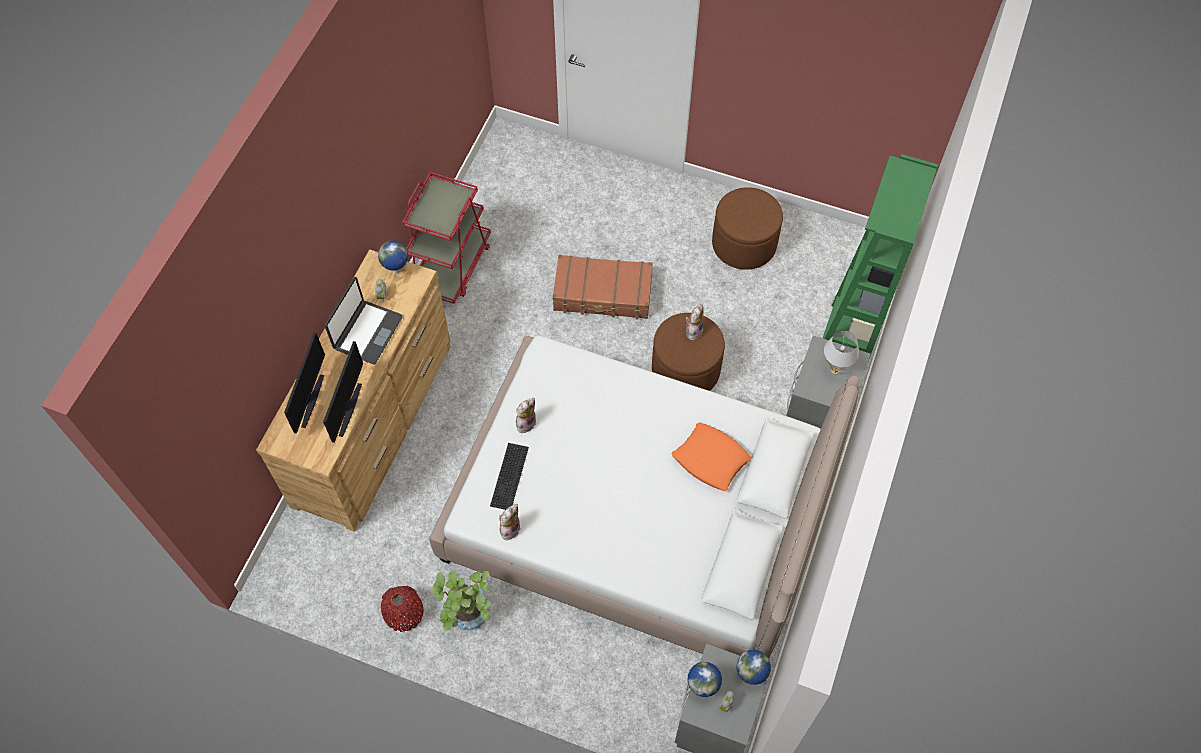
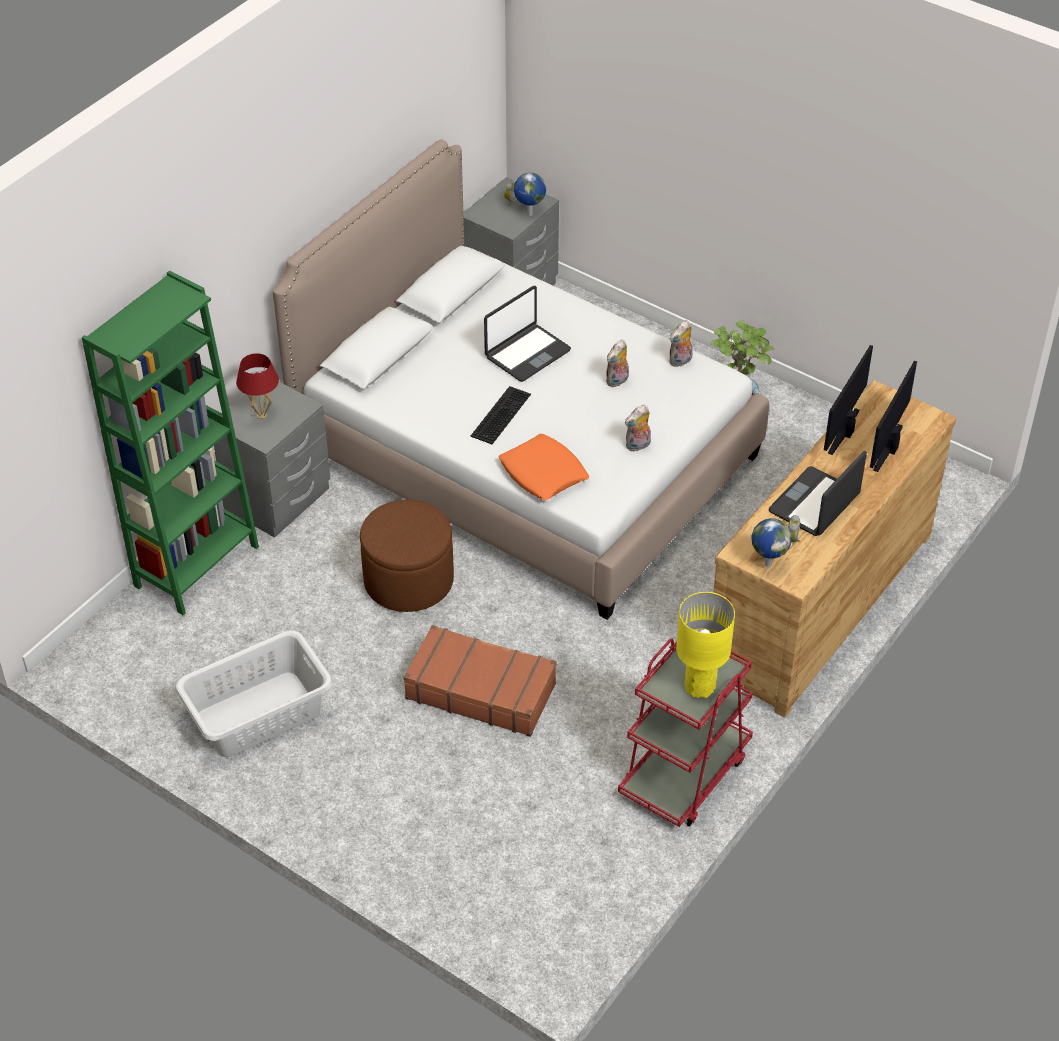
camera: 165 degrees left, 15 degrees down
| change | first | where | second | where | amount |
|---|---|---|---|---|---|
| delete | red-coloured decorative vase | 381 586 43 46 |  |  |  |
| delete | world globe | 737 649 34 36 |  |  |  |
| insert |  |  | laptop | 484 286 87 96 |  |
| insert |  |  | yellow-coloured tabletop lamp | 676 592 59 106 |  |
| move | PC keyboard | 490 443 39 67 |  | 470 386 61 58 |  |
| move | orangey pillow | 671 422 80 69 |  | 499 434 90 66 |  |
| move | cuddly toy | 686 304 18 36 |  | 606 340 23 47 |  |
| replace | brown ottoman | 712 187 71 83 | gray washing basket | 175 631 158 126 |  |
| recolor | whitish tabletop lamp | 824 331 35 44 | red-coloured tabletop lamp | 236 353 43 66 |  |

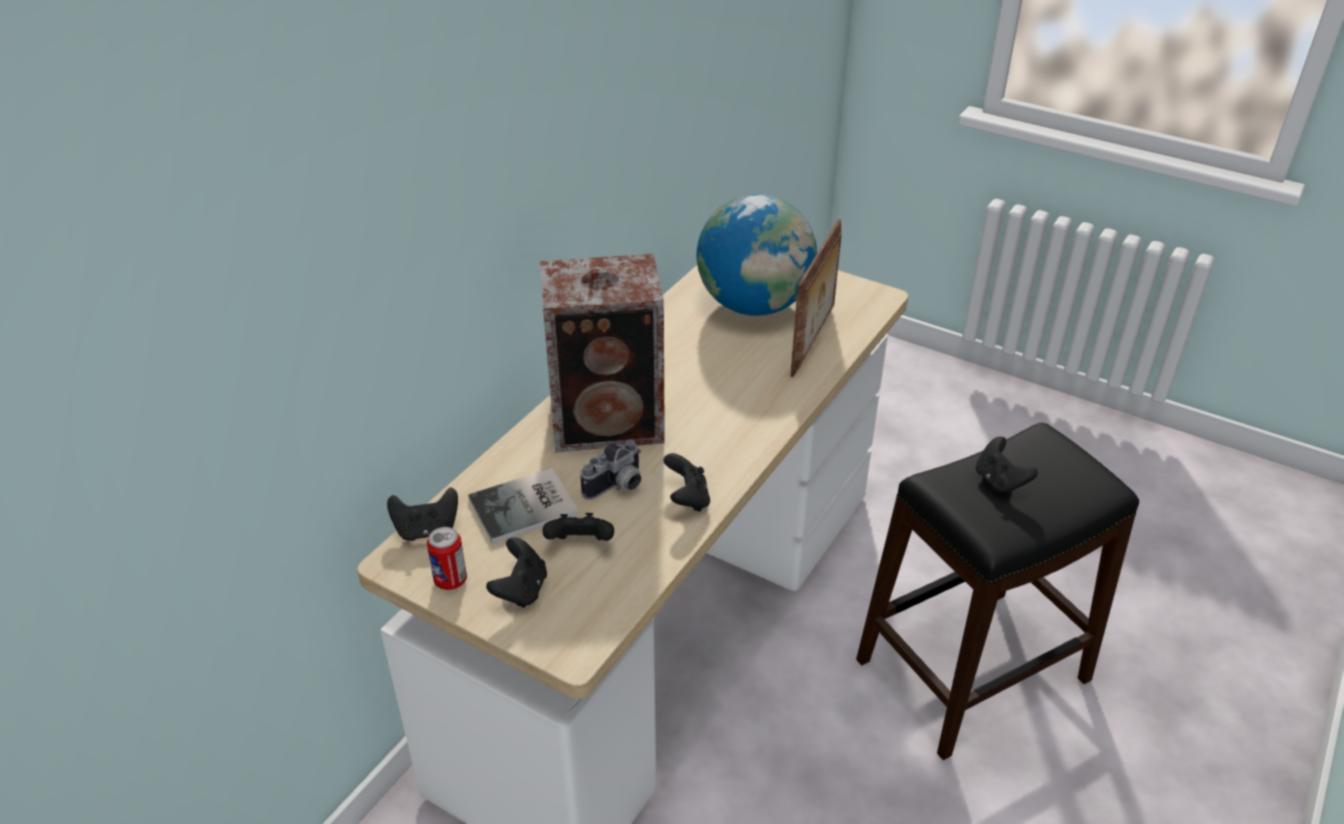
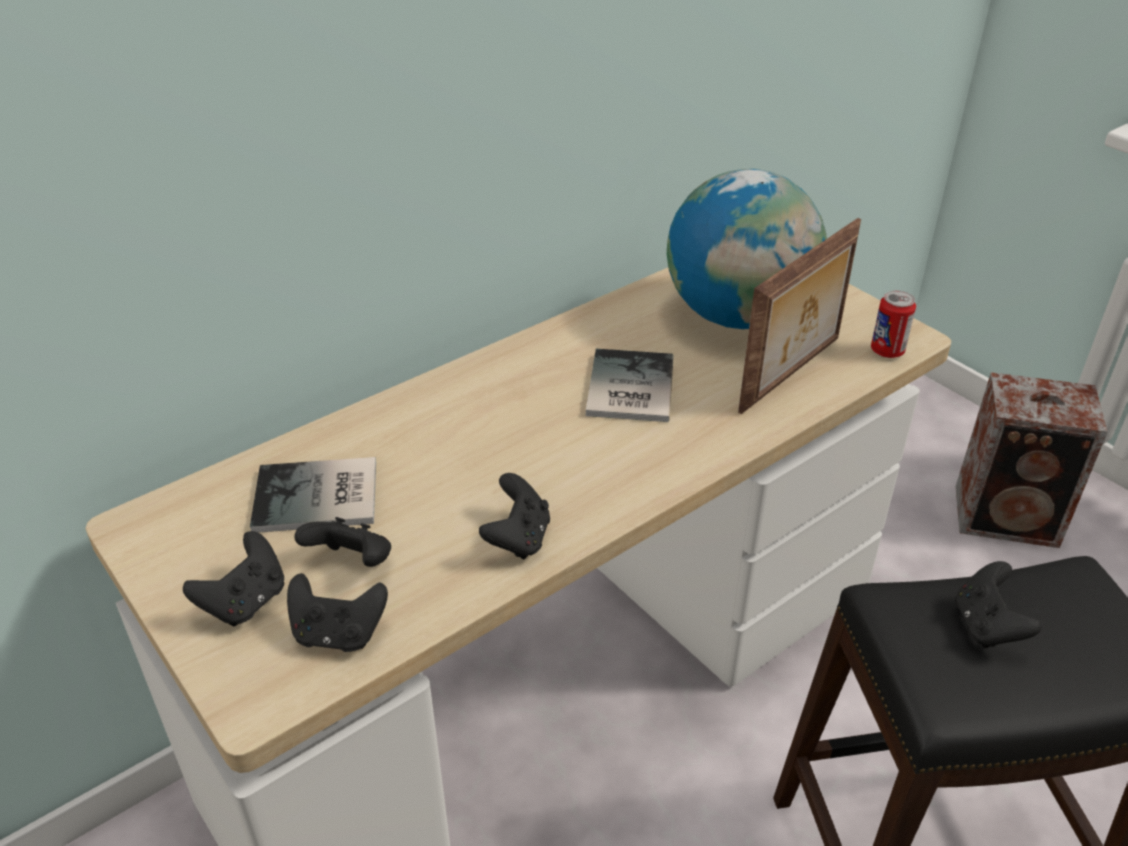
camera: 20 degrees right, 0 degrees up
| change | first | where | second | where | amount |
|---|---|---|---|---|---|
| delete | photo camera | 580 440 62 60 |  |  |  |
| insert |  |  | book | 586 349 88 73 |  |
| move | blackish game controller | 387 487 71 54 |  | 287 573 101 79 |  |
| move | can | 427 527 40 63 |  | 871 290 45 68 |  |
| move | audio speaker | 540 254 125 198 |  | 956 372 152 176 |  |

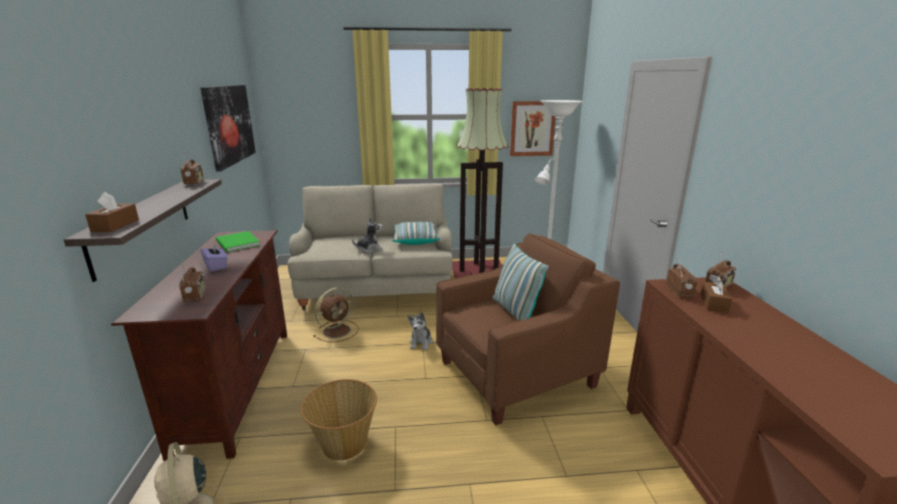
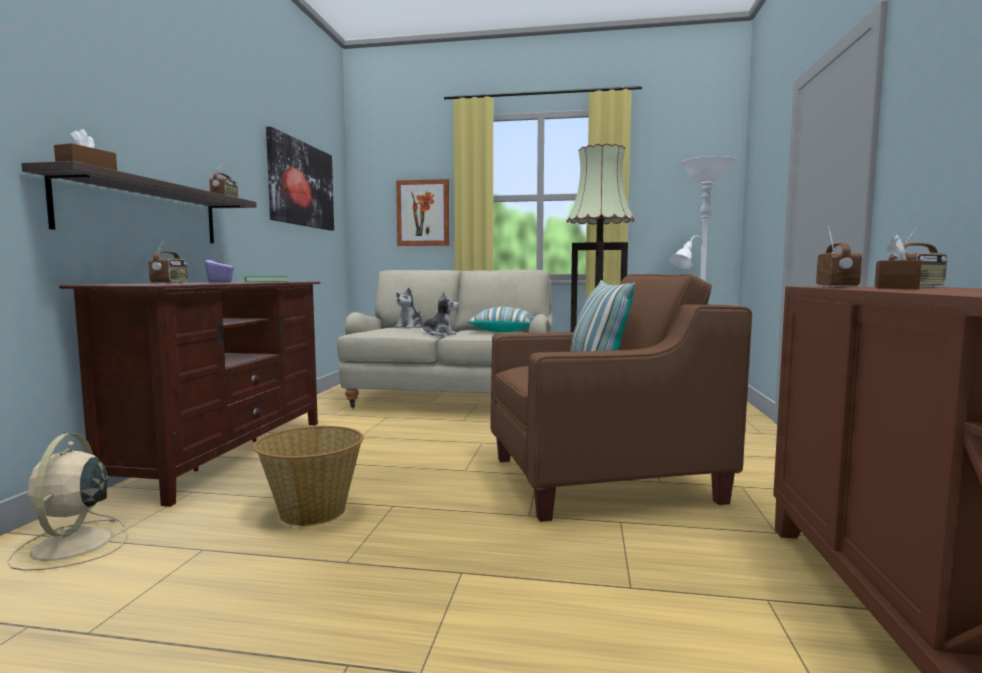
camera: 15 degrees right, 15 degrees down
| change | first | where | second | where | amount |
|---|---|---|---|---|---|
| delete | brown cooling fan | 314 287 45 55 |  |  |  |
| move | cuddly toy | 408 312 25 38 |  | 395 288 27 40 |  |
| move | wall picture | 510 101 45 55 |  | 396 179 53 67 |  |

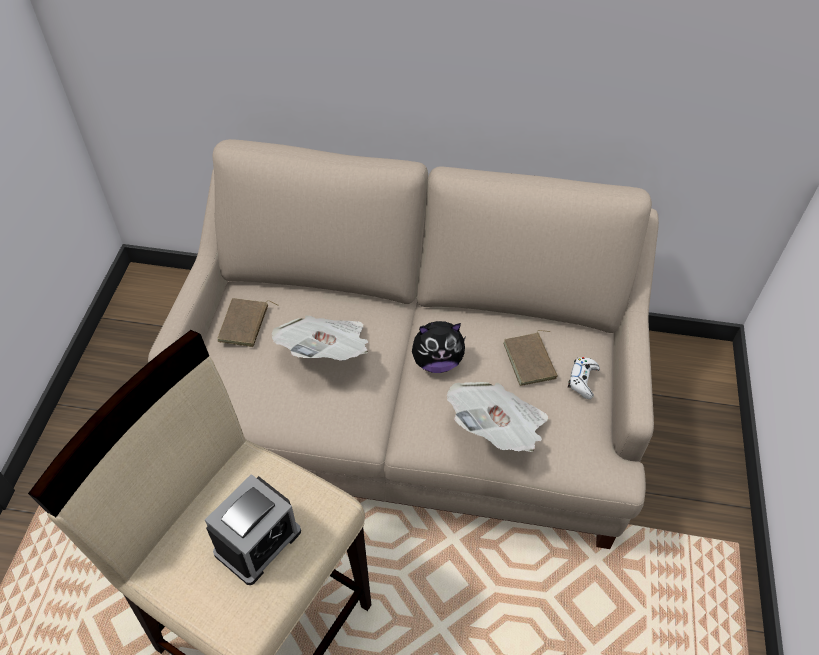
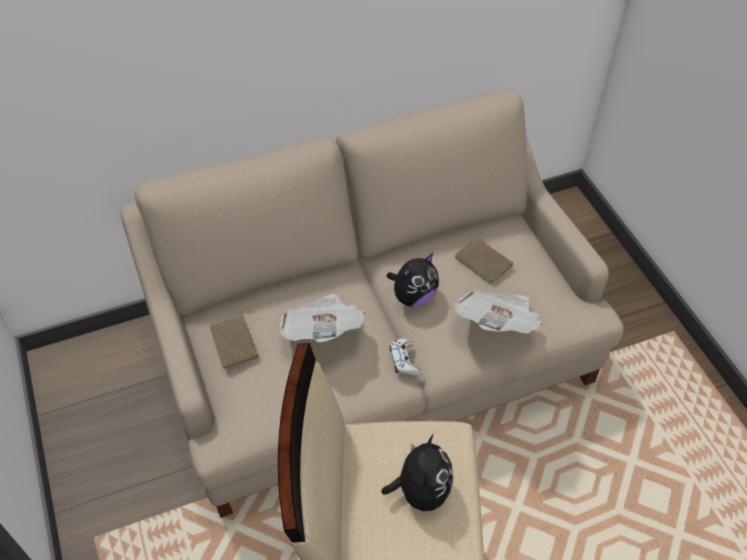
camera: 30 degrees left, 0 degrees up
| change | first | where | second | where | amount |
|---|---|---|---|---|---|
| move | whitish game controller | 568 357 32 42 |  | 390 339 30 36 |  |
| replace | alarm clock | 205 474 96 111 | cuddly toy | 381 434 73 77 |  |

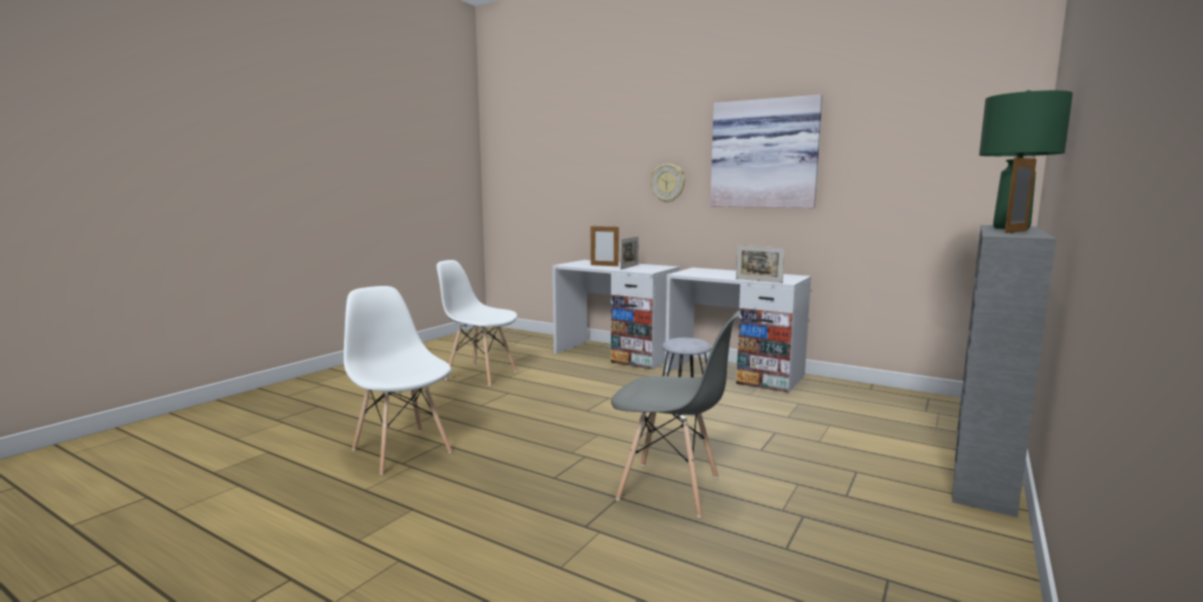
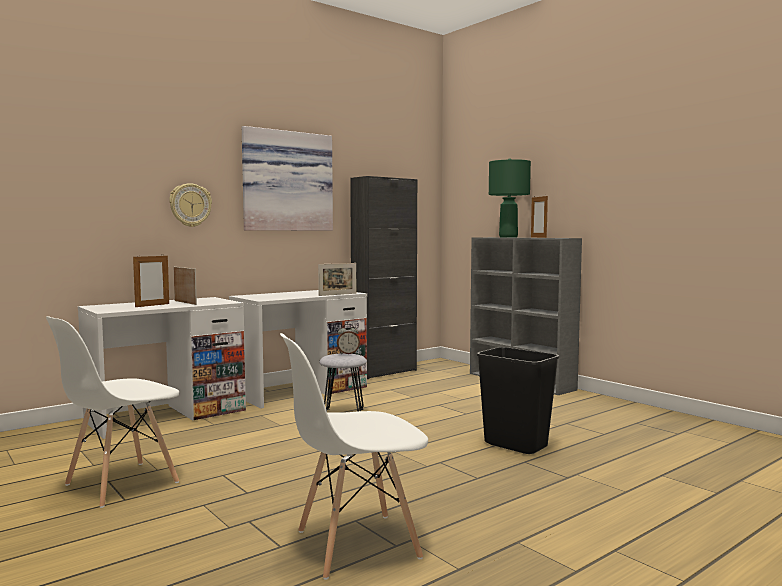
camera: 70 degrees left, 5 degrees down
| change | first | where | second | where | amount |
|---|---|---|---|---|---|
| insert |  |  | alarm clock | 337 324 23 30 |  |
| insert |  |  | blackish cabinet | 350 176 67 203 |  |
| replace | gray chair | 611 311 129 206 | blackish waste bin | 477 347 82 107 |  |

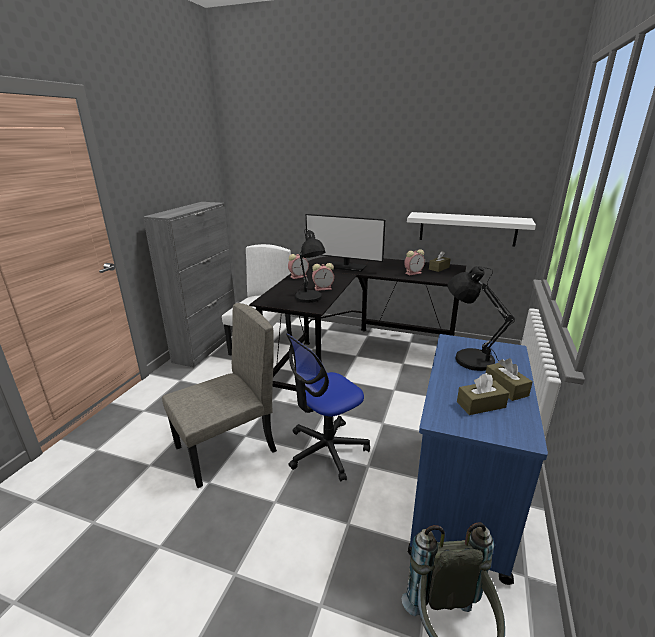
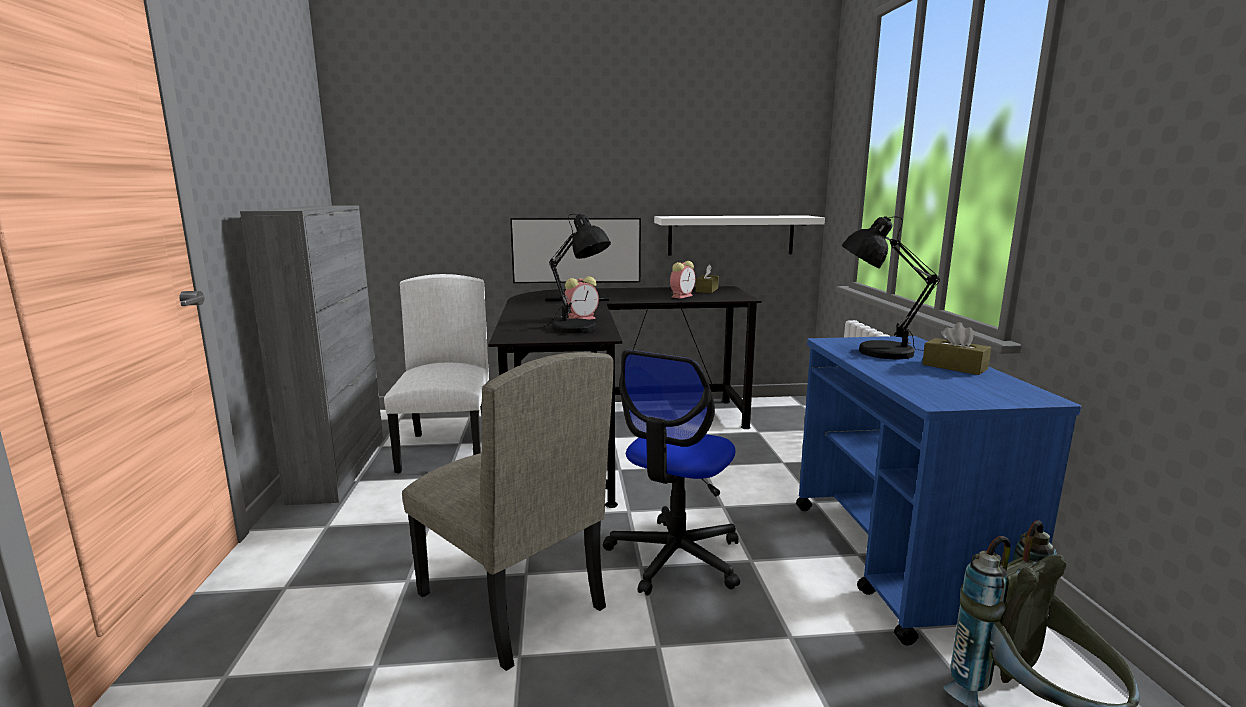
camera: 25 degrees left, 10 degrees down
| change | first | where | second | where | amount |
|---|---|---|---|---|---|
| delete | alarm clock | 288 254 21 25 |  |  |  |
| delete | brown tissue holder | 457 373 52 42 |  |  |  |
| rotate | sand-coloured chair | 162 303 115 185 |  | 402 352 212 319 | 105 degrees clockwise |

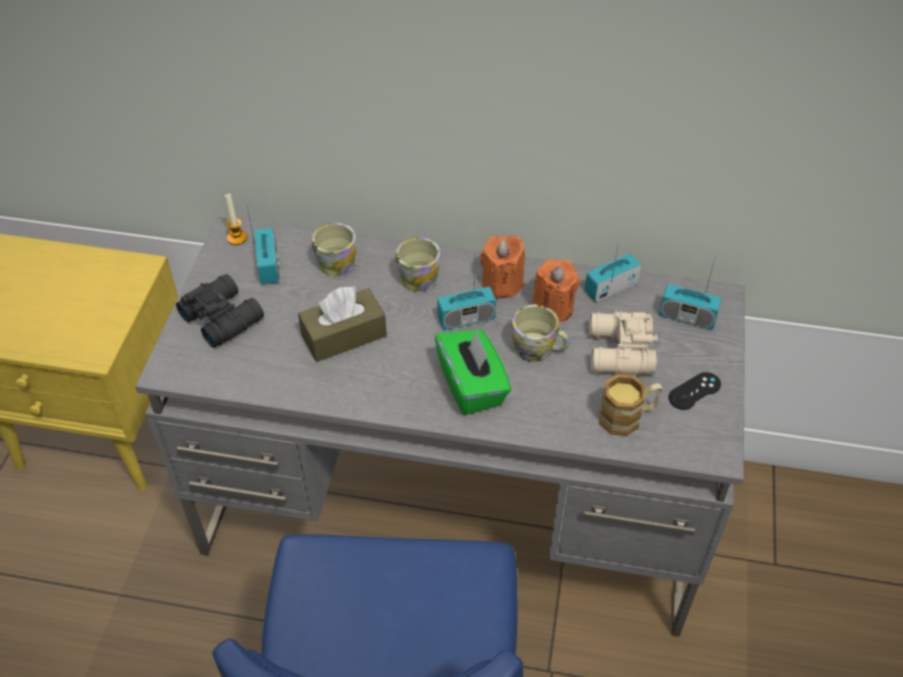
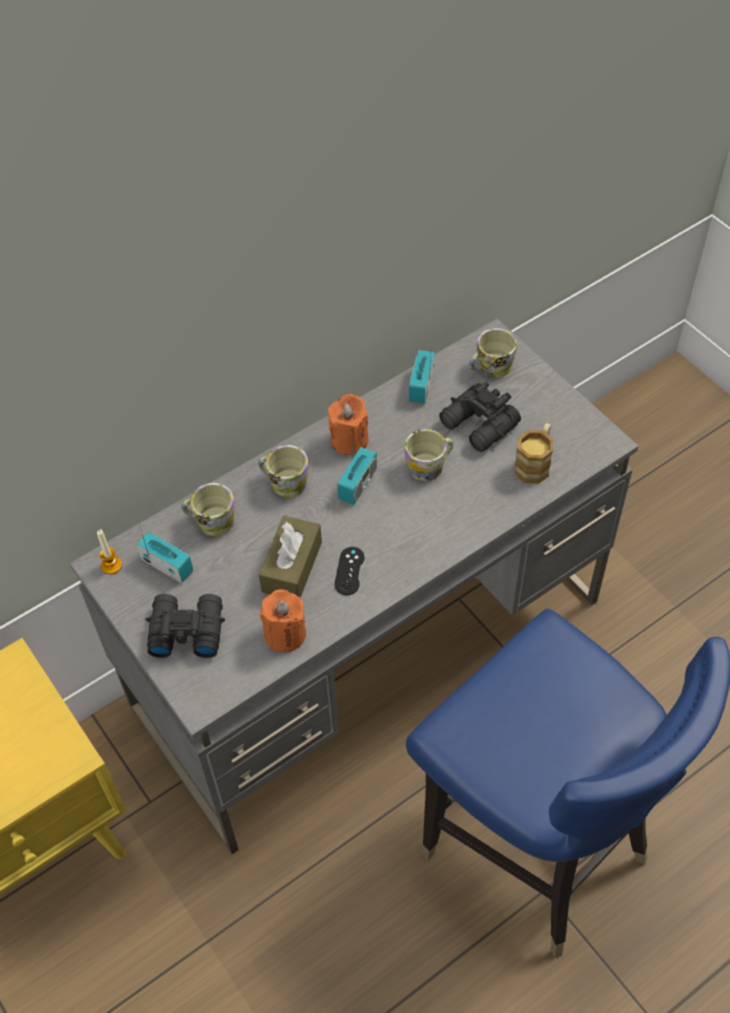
camera: 45 degrees left, 5 degrees up
| change | first | where | second | where | amount |
|---|---|---|---|---|---|
| delete | green tissue holder | 435 330 76 85 |  |  |  |
| move | orangey wax candle | 532 260 48 63 |  | 260 589 46 63 |  |
| move | blackish game controller | 668 372 53 38 |  | 335 547 29 48 |  |
| replace | radio set | 659 256 63 74 | tea mug | 469 328 48 50 |  |
| recolor | sand-coloured pair of binoculars | 589 310 68 65 | blackish pair of binoculars | 439 382 82 70 |  |

